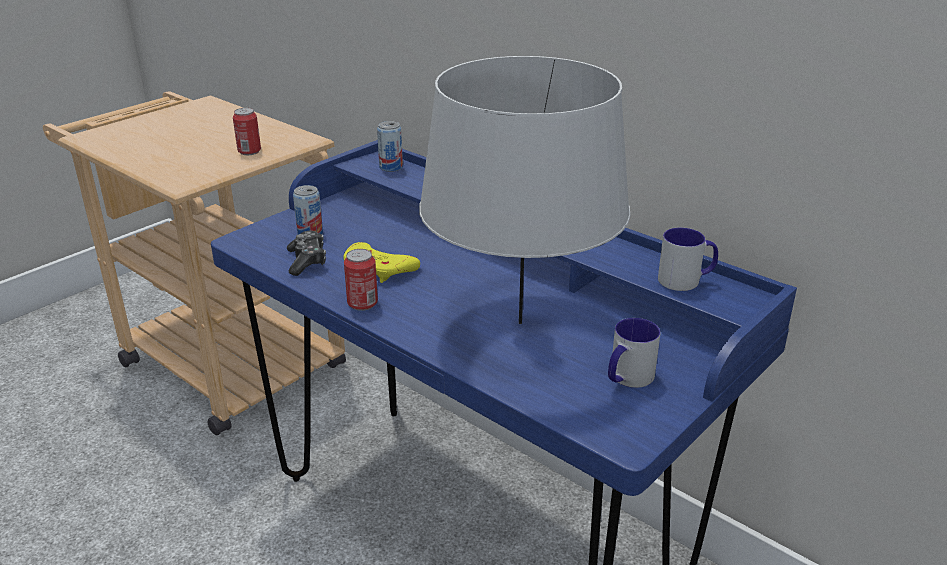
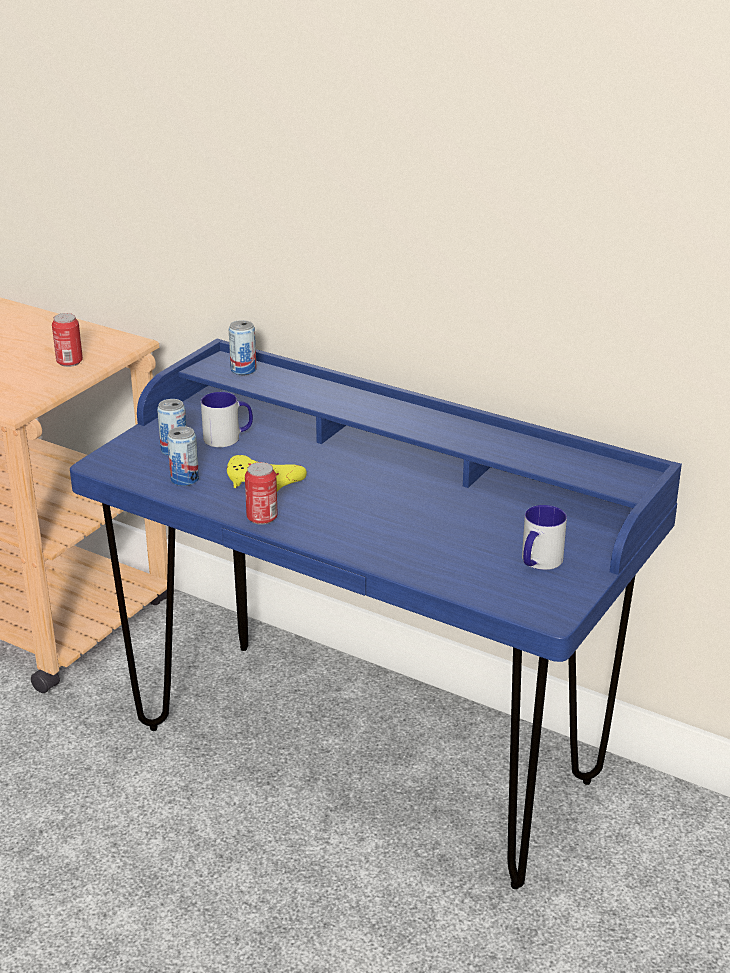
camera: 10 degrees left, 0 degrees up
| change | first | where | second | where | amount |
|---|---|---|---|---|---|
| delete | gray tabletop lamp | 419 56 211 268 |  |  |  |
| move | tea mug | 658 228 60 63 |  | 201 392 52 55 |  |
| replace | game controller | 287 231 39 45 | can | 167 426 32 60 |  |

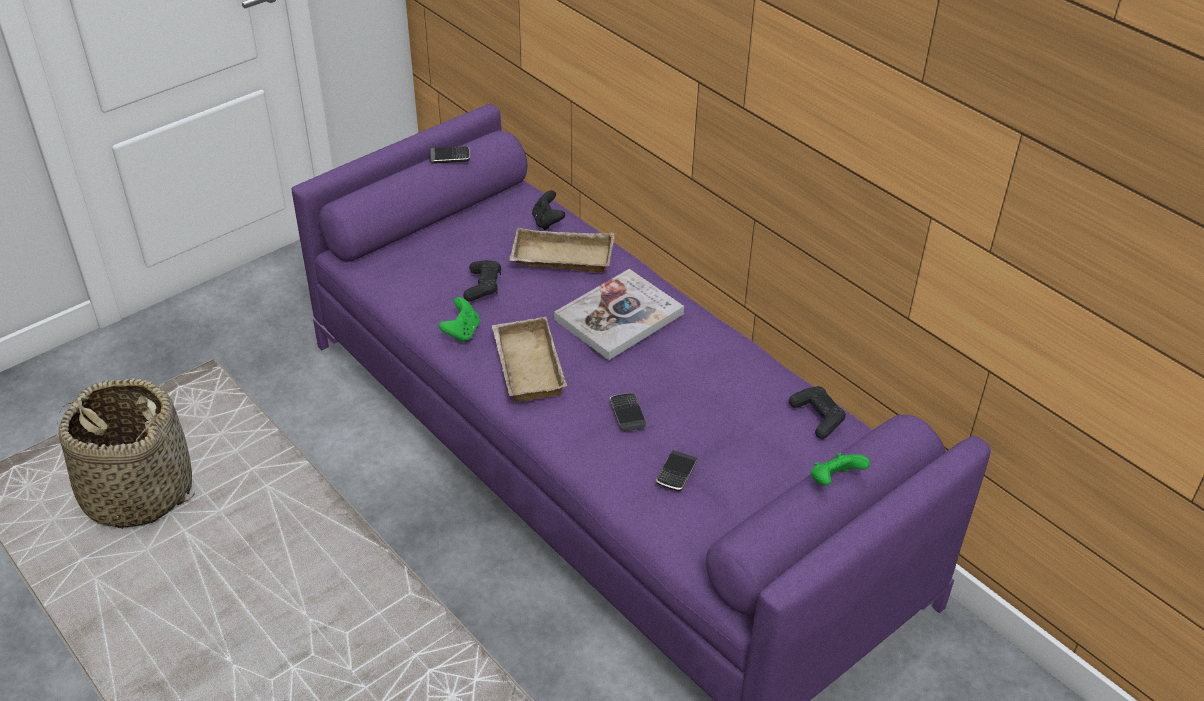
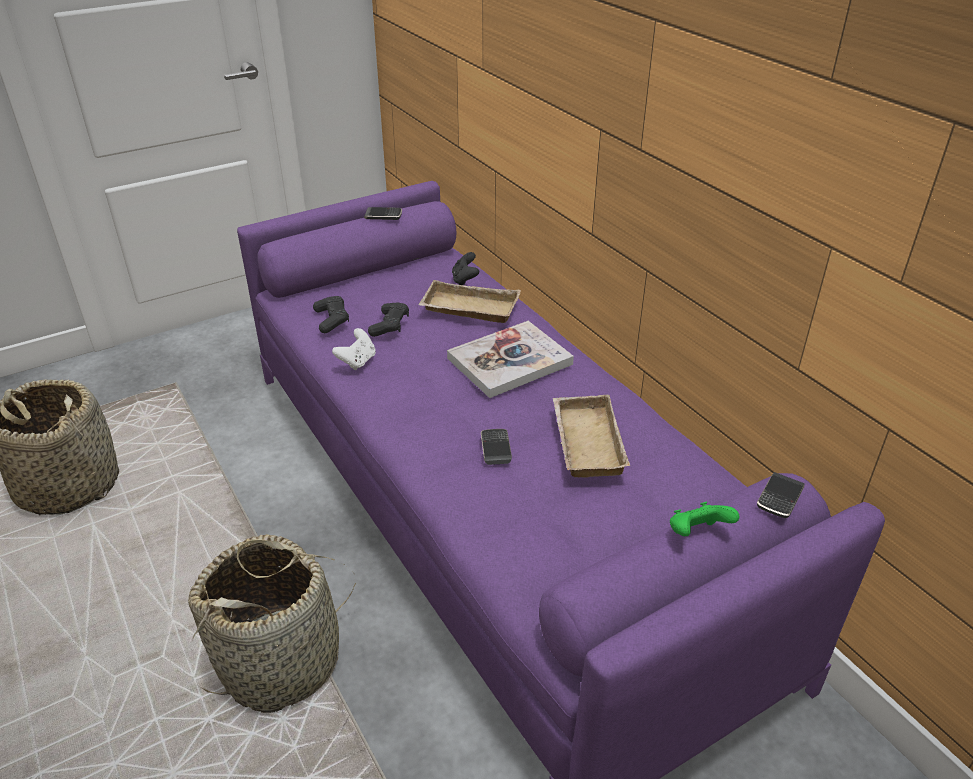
camera: 10 degrees right, 5 degrees down
| change | first | where | second | where | amount |
|---|---|---|---|---|---|
| insert |  |  | household basket | 188 534 168 179 |  |
| move | sand-coloured serving tray | 492 317 75 85 |  | 553 394 77 84 |  |
| move | handset | 656 450 41 41 |  | 757 472 48 46 |  |
| move | blackish game controller | 789 386 57 53 |  | 313 296 36 37 |  |
| recolor | green game controller | 439 297 41 46 | whitish game controller | 332 328 44 42 |  |

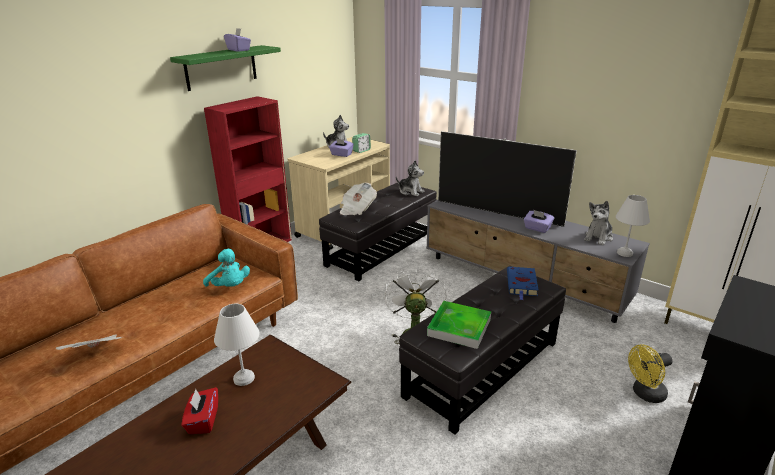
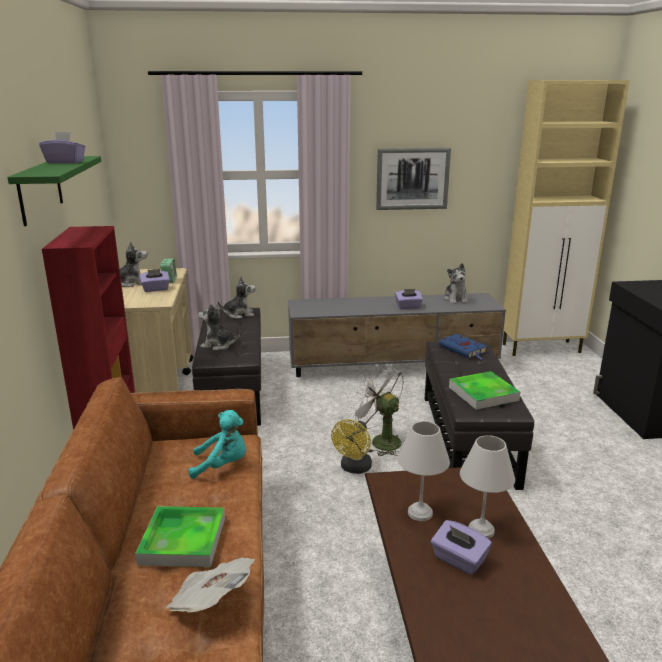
camera: 45 degrees left, 5 degrees down
| change | first | where | second | where | amount |
|---|---|---|---|---|---|
| delete | TV | 438 131 139 96 |  |  |  |
| insert |  |  | serving tray | 135 506 90 61 |  |
| insert |  |  | wall picture | 376 148 75 62 |  |
| move | whitish tabletop lamp | 616 195 34 62 |  | 460 435 55 104 |  |
| move | yellow-coloured cooling fan | 628 344 45 59 |  | 331 419 41 55 |  |
| replace | newspaper | 340 183 37 32 | cuddly toy | 198 304 42 46 |  |
| recolor | red-coloured tissue holder | 182 387 36 47 | purple tissue holder | 431 520 61 55 |  |

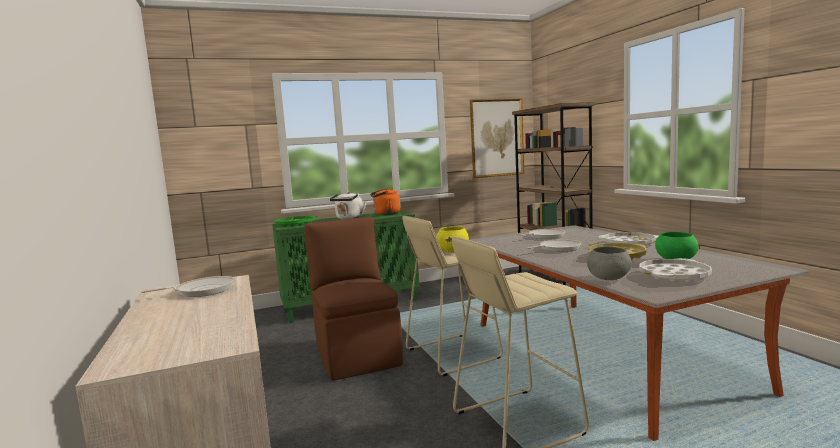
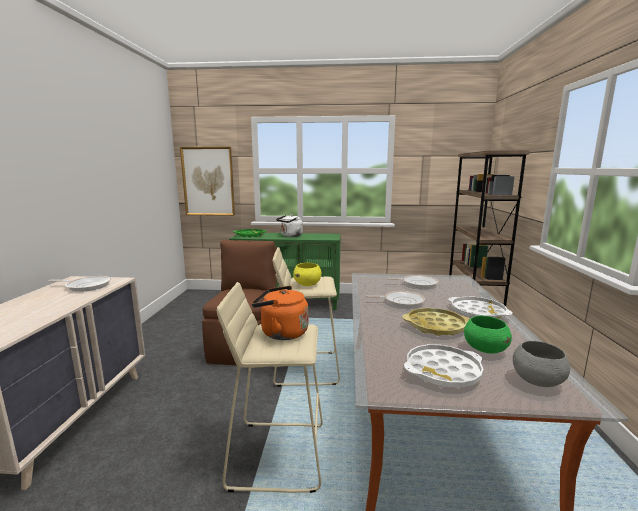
camera: 25 degrees right, 5 degrees up
| change | first | where | second | where | amount |
|---|---|---|---|---|---|
| move | orangey tea kettle | 370 188 31 27 |  | 252 286 57 54 |  |
| move | wall picture | 470 98 54 80 |  | 180 147 55 69 |  |
| move | gray deep dish | 587 247 45 33 |  | 513 341 57 46 |  |

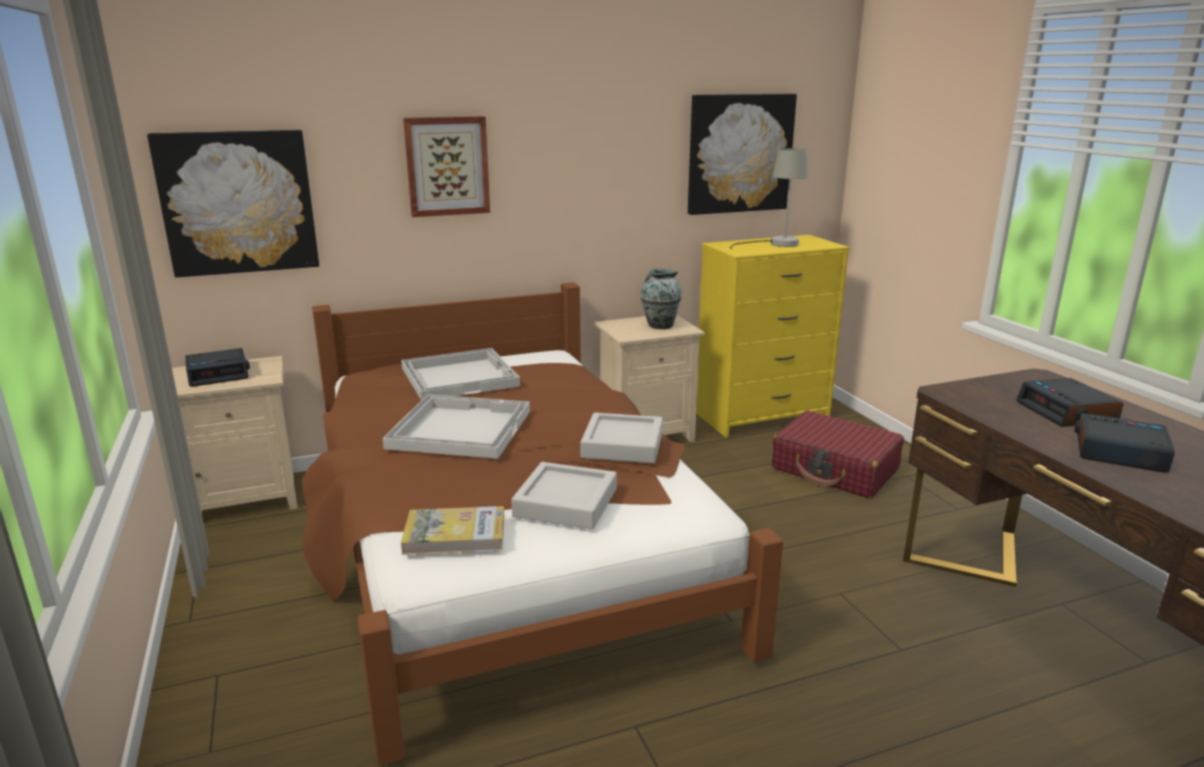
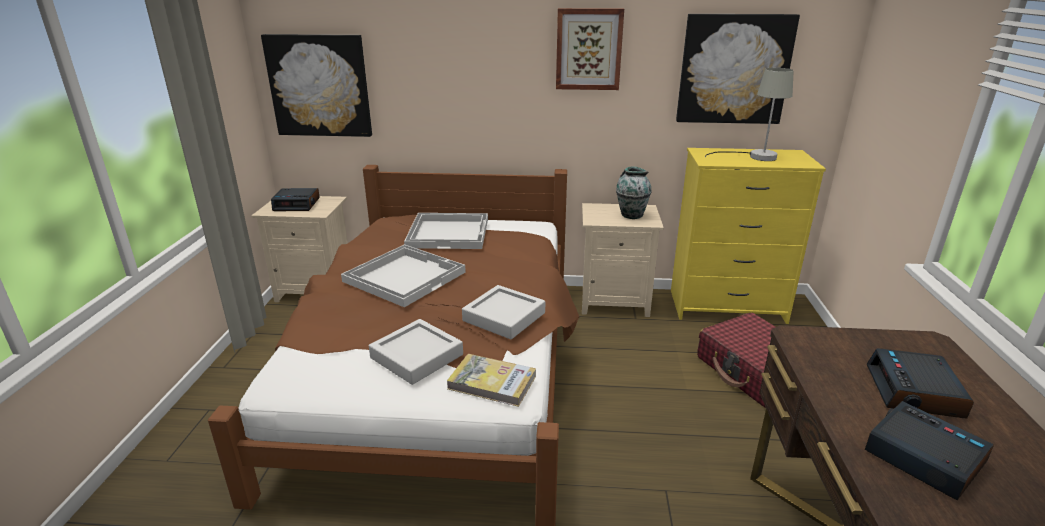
camera: 25 degrees right, 5 degrees up
| change | first | where | second | where | amount |
|---|---|---|---|---|---|
| move | book | 401 506 103 49 |  | 447 354 89 53 |  |
| move | wall picture | 403 116 87 101 |  | 556 8 68 82 |  |

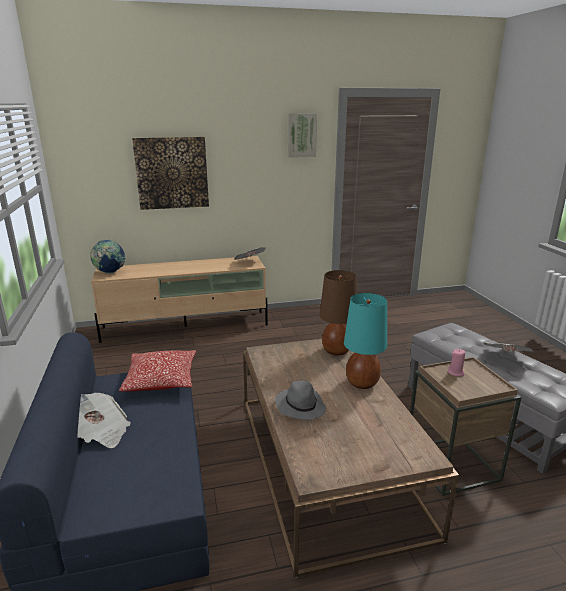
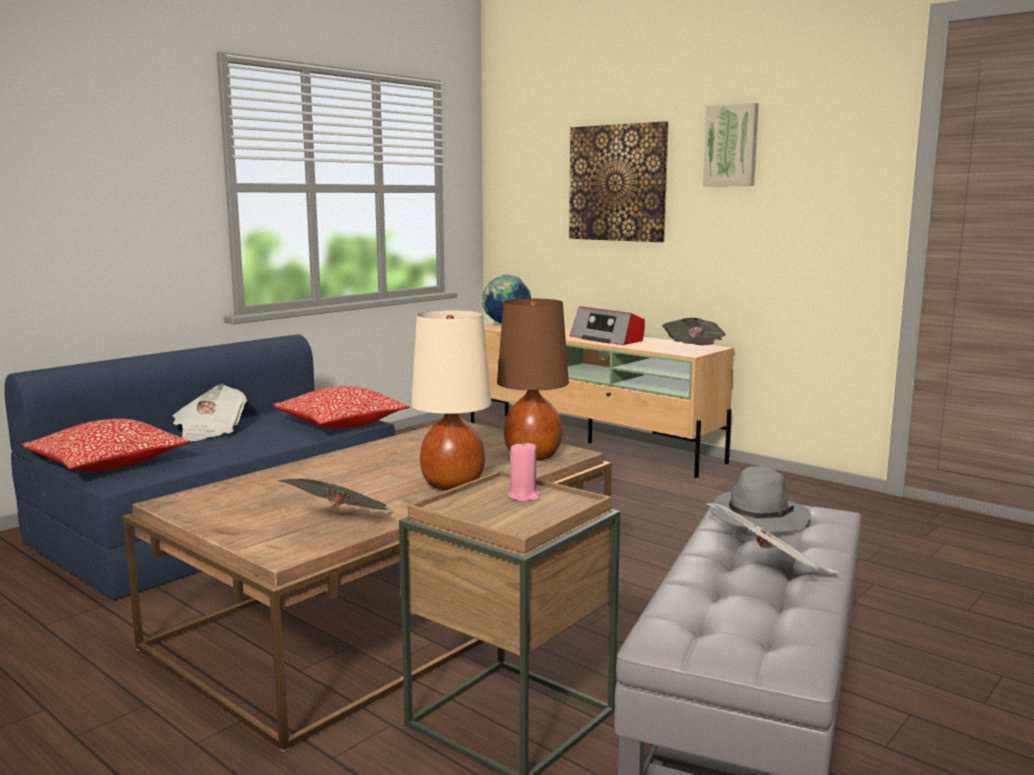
camera: 55 degrees right, 10 degrees down
| change | first | where | second | where | amount |
|---|---|---|---|---|---|
| insert |  |  | pillow | 22 419 168 52 |  |
| insert |  |  | newspaper | 278 479 112 31 |  |
| insert |  |  | radio set | 570 306 75 39 |  |
| move | gray wearable hat | 275 381 51 39 |  | 708 466 102 66 |  |
| move | wall picture | 288 113 29 45 |  | 703 103 56 83 |  |
| recolor | turquoise tabletop lamp | 344 293 43 96 | sand-coloured tabletop lamp | 411 310 80 180 |  |

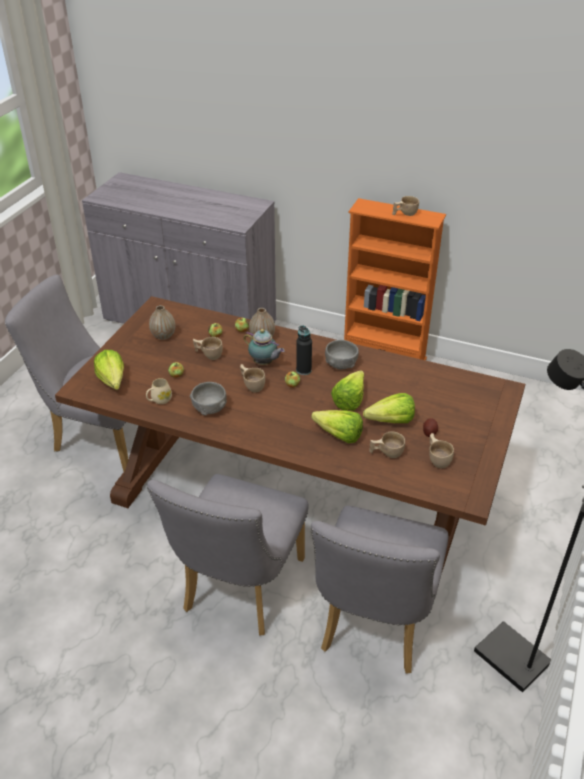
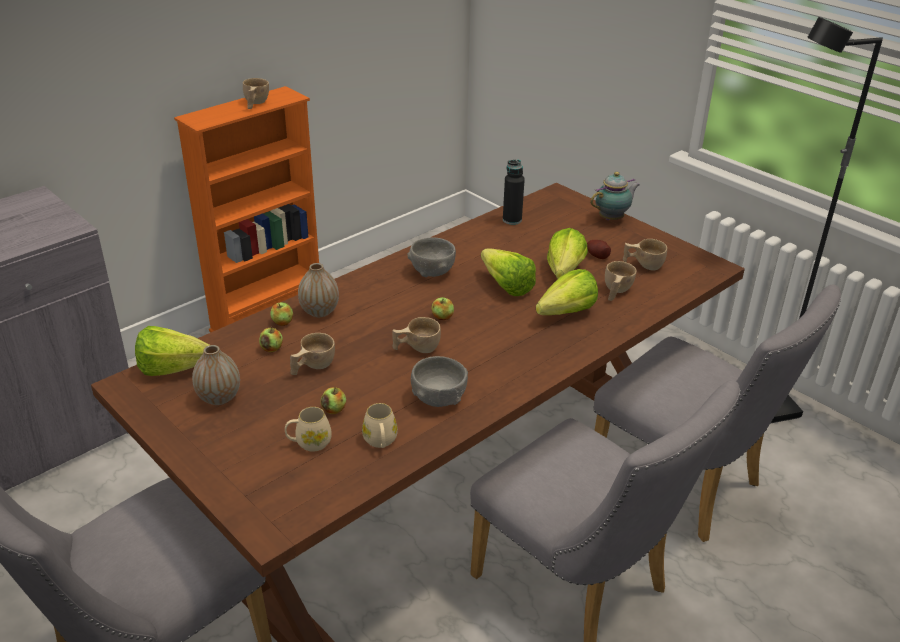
camera: 65 degrees left, 5 degrees down
| change | first | where | second | where | amount |
|---|---|---|---|---|---|
| insert |  |  | sand-coloured tea mug | 285 407 47 45 |  |
| move | lettuce head | 94 350 30 40 |  | 135 326 74 50 |  |
| move | teapot | 243 329 42 36 |  | 590 172 50 48 |  |
| move | blackish bottle | 296 325 16 50 |  | 503 160 22 65 |  |

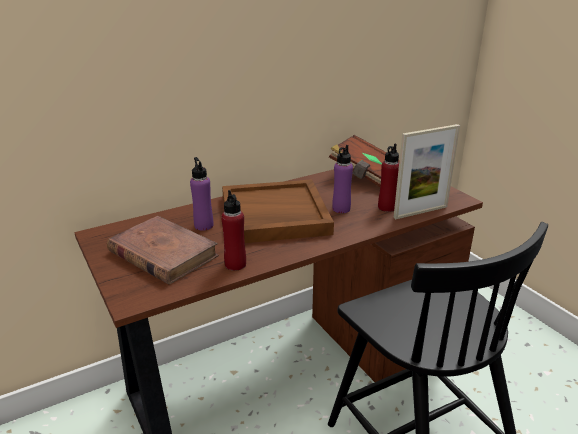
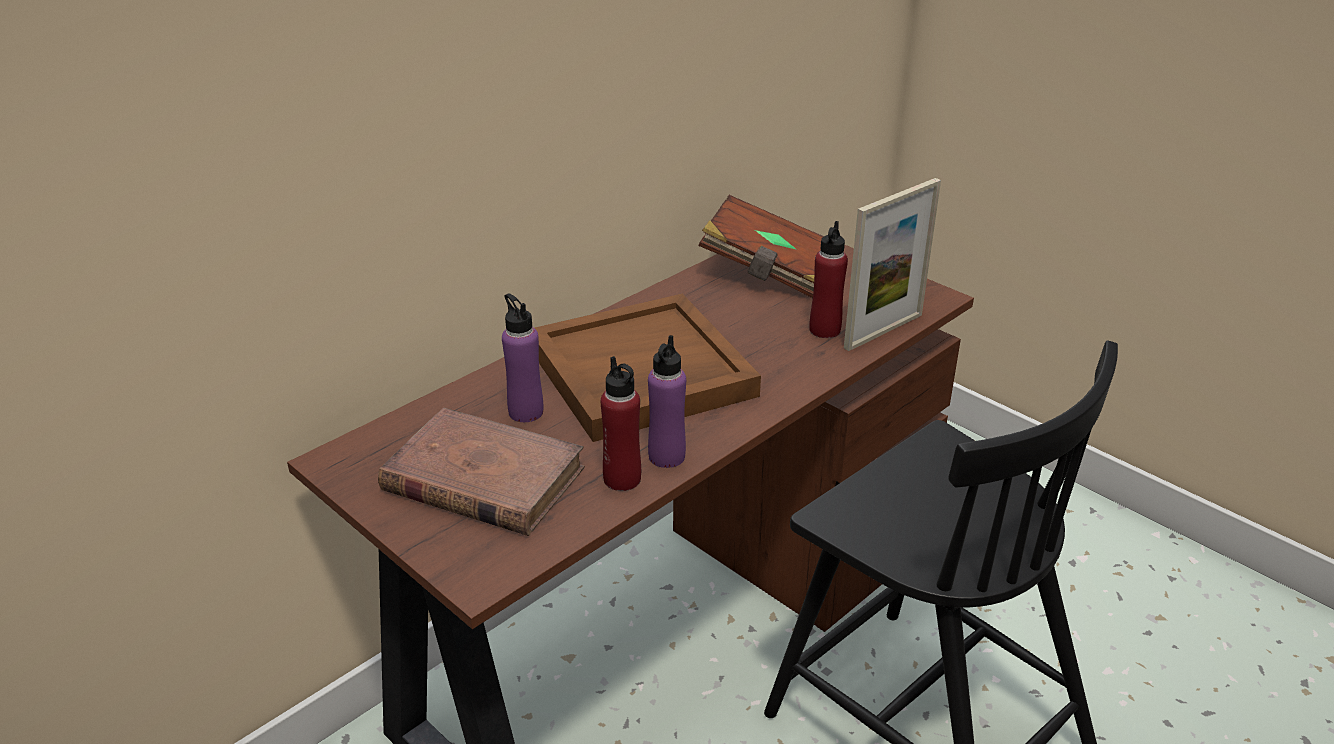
camera: 15 degrees left, 5 degrees up
| change | first | where | second | where | amount |
|---|---|---|---|---|---|
| move | purple bottle | 332 145 21 68 |  | 648 335 38 133 |  |

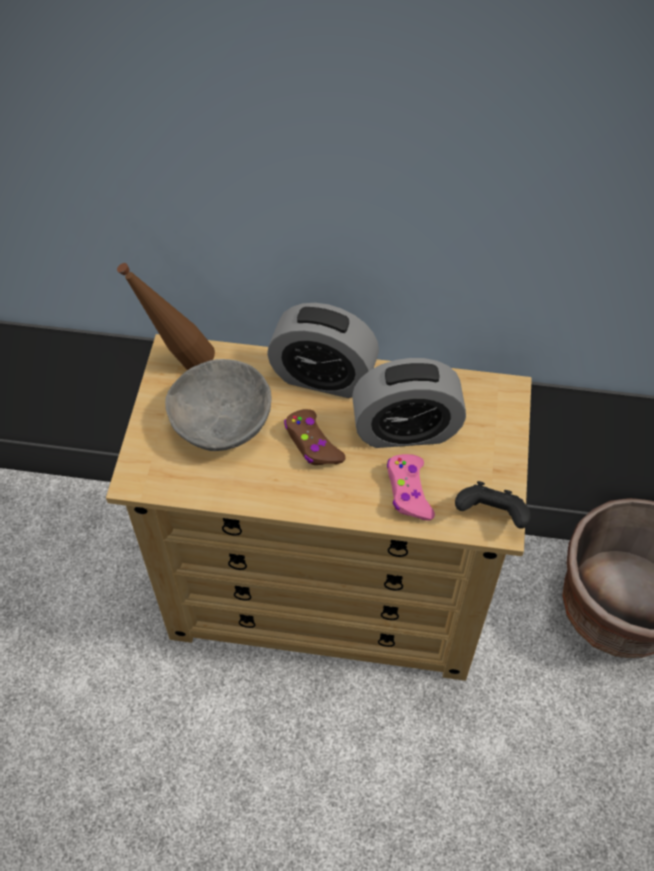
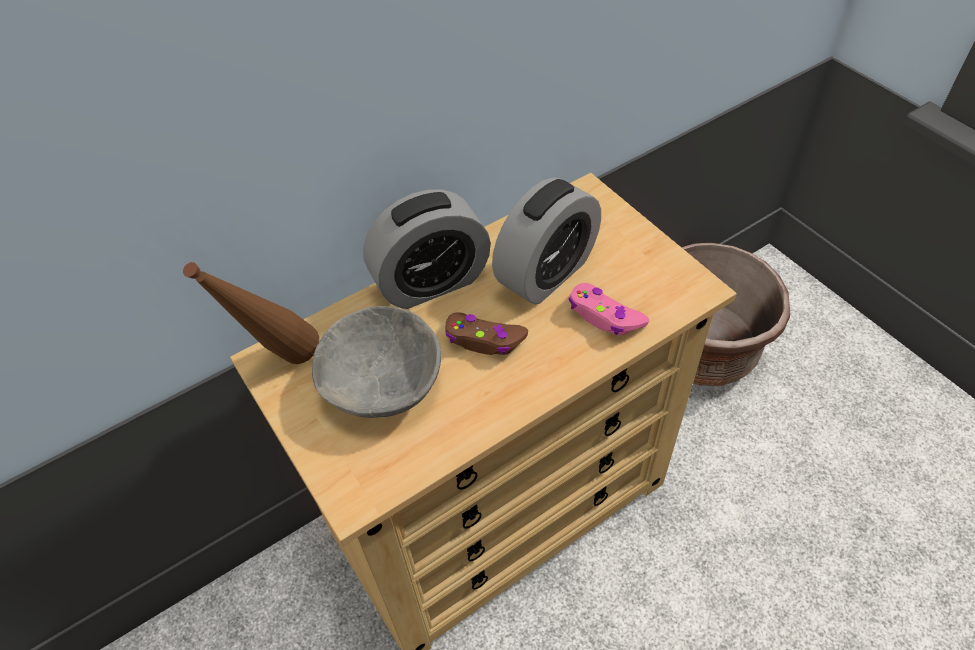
camera: 40 degrees left, 5 degrees down
| change | first | where | second | where | amount |
|---|---|---|---|---|---|
| delete | blackish game controller | 455 481 76 48 |  |  |  |

